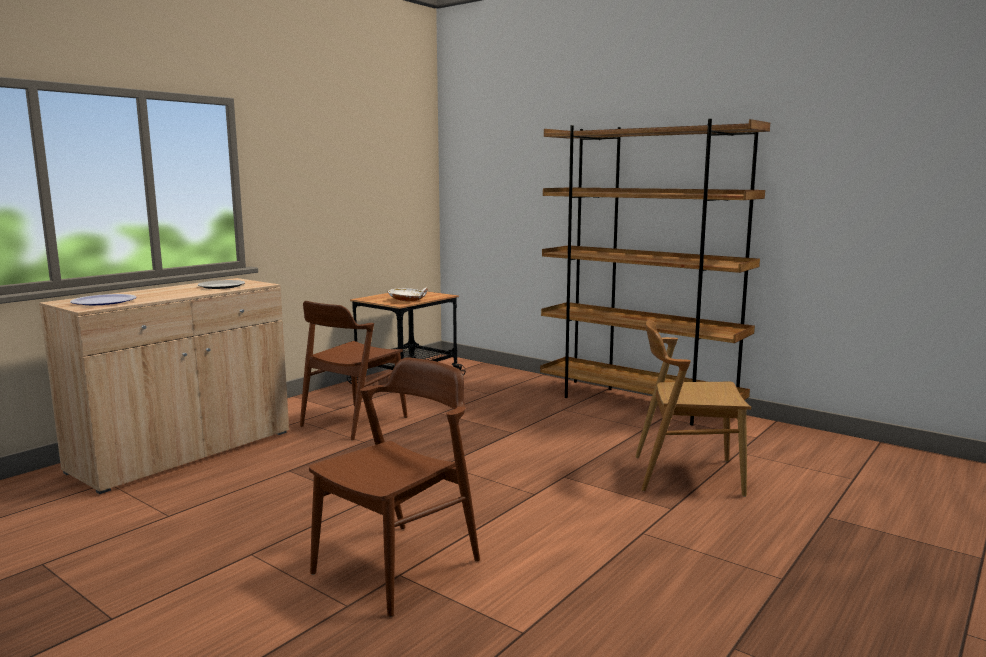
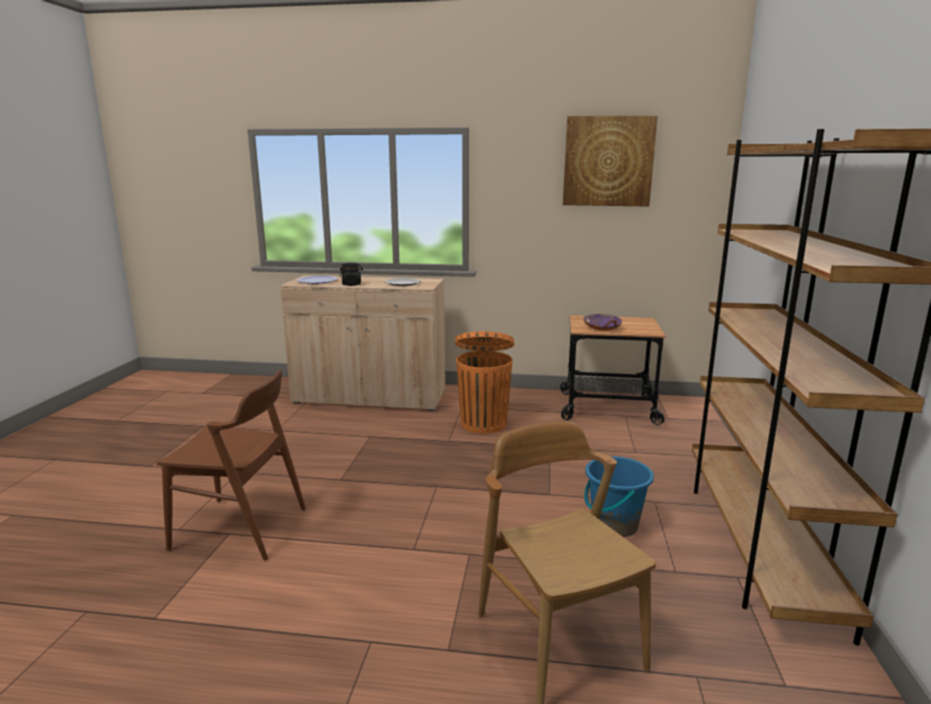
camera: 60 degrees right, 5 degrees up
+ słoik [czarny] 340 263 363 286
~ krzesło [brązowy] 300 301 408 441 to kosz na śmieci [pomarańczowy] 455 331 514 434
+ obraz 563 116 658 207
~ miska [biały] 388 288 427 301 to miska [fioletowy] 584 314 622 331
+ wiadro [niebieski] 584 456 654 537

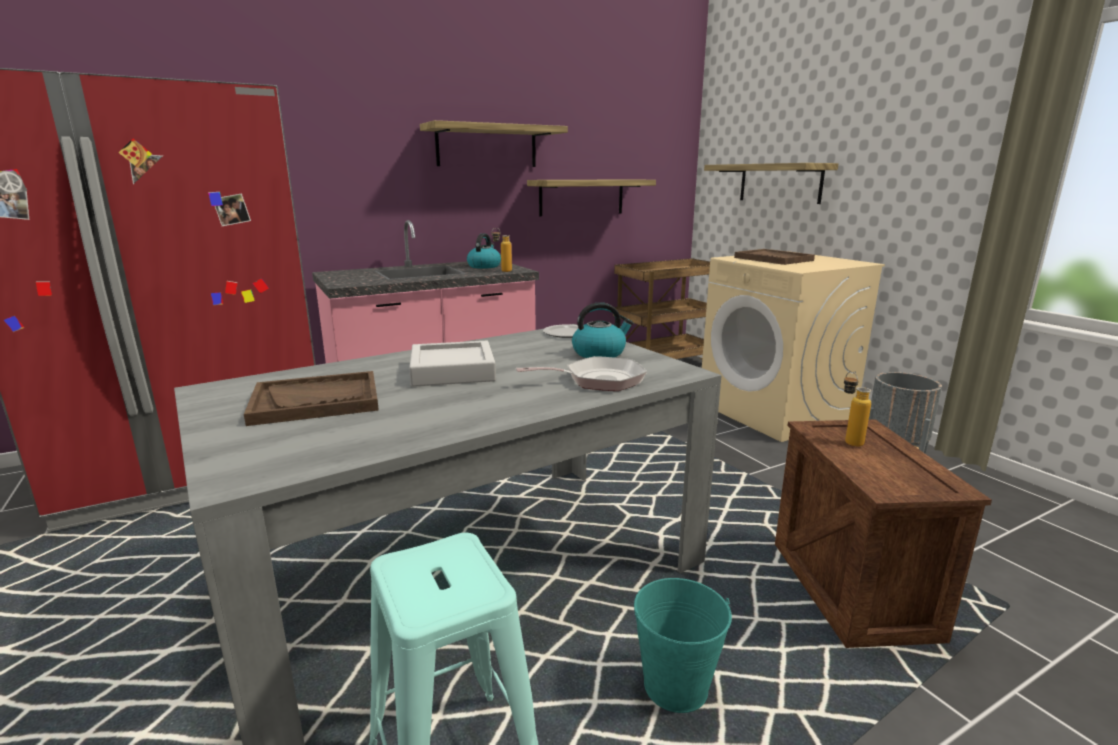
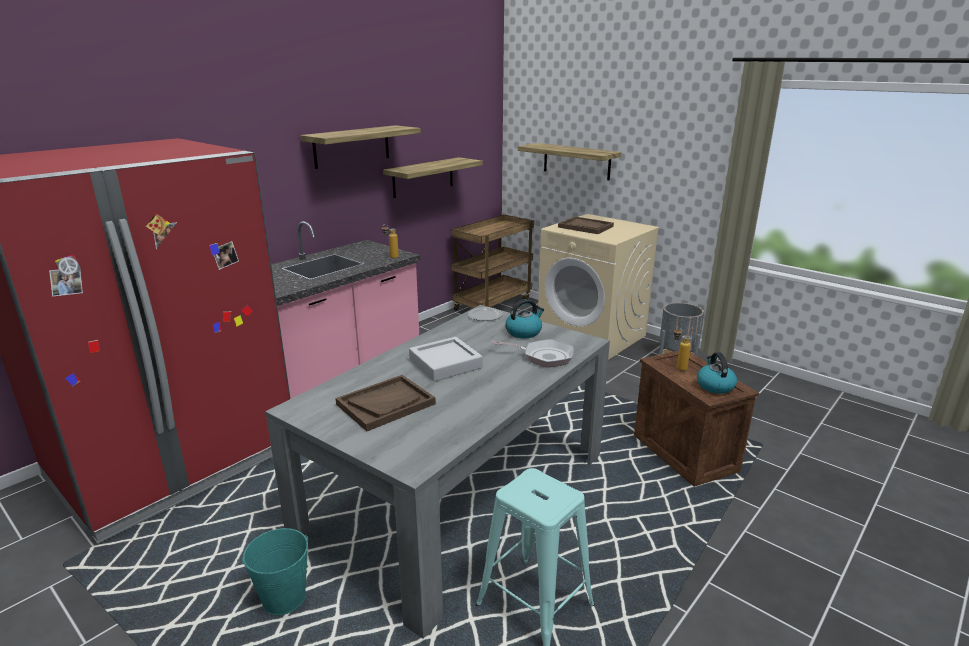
camera: 20 degrees left, 5 degrees up
~ wiadro [turkusowy] 634 578 732 713 to 242 528 308 615
~ patelnia 516 356 647 391 = 491 339 574 367 45 degrees clockwise
~ czajnik 467 233 501 269 to 697 352 737 394

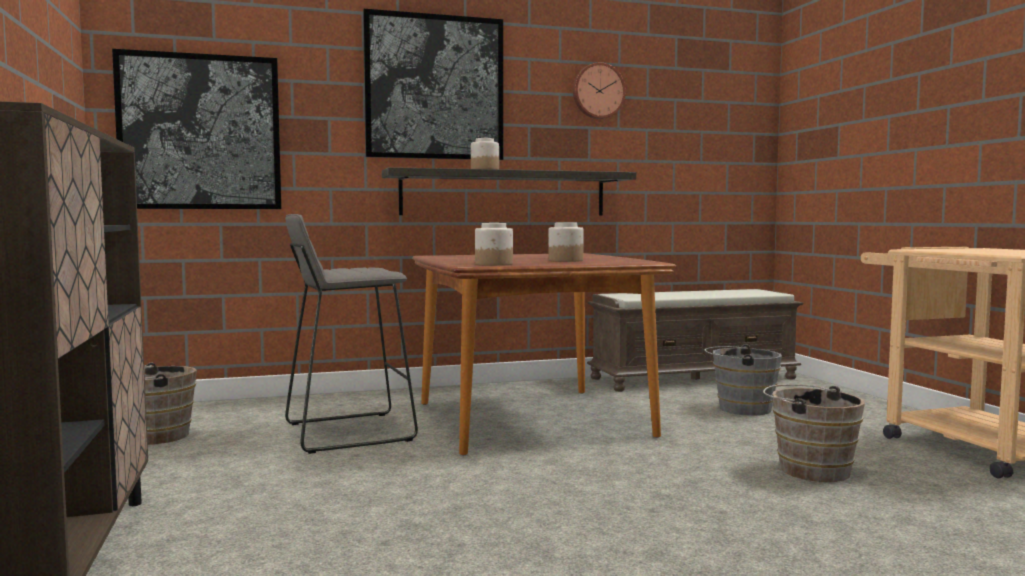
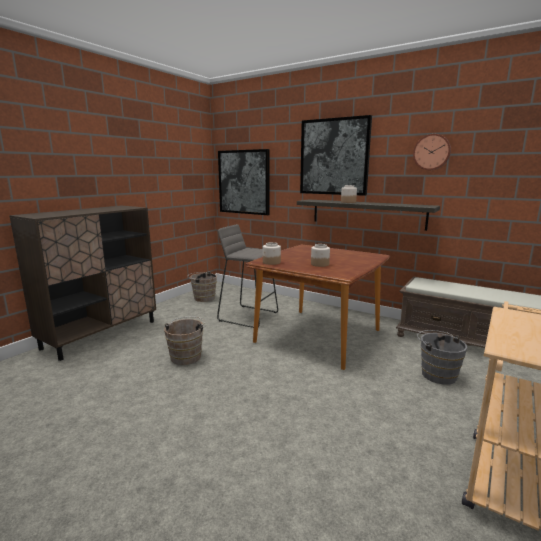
camera: 50 degrees right, 10 degrees up
~ wiadro [brązowy] 763 384 865 482 to 164 317 205 365

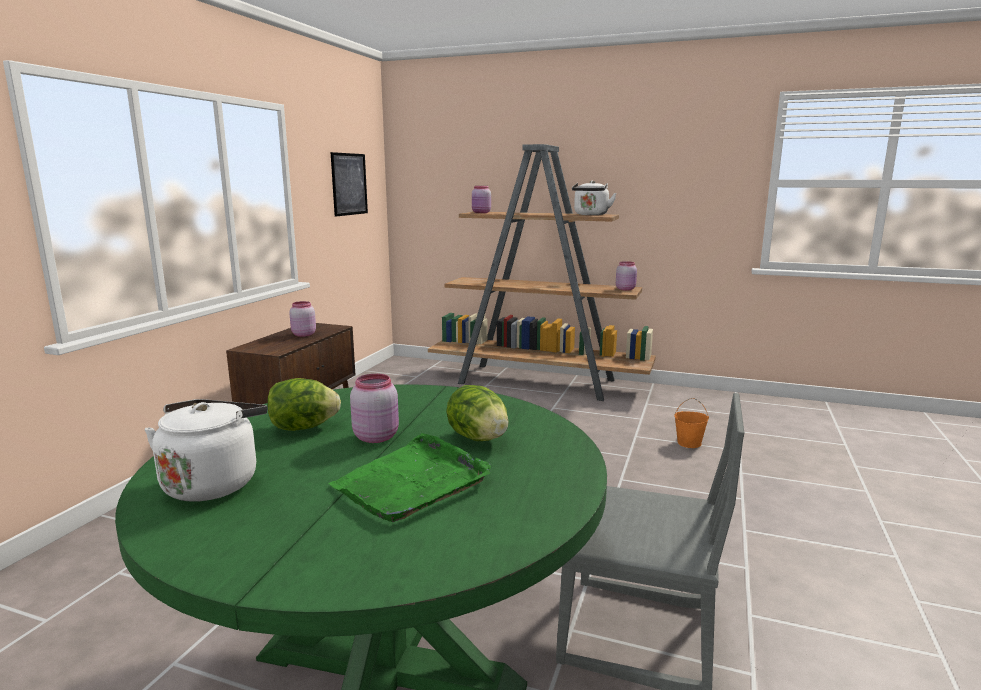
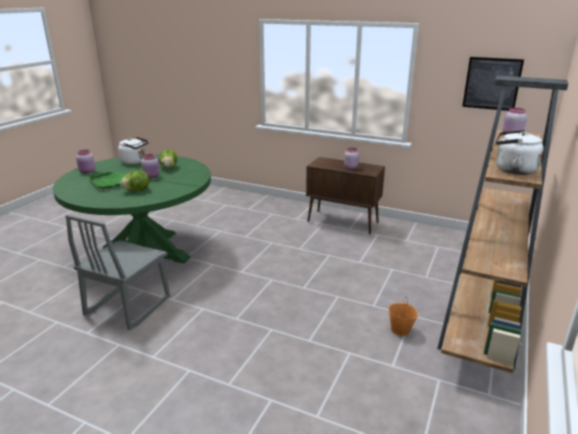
camera: 95 degrees right, 10 degrees up
~ słoik [różowy] 616 261 637 290 to 76 150 95 174
~ wiadro [pomarańczowy] 674 398 709 448 to 389 297 418 336

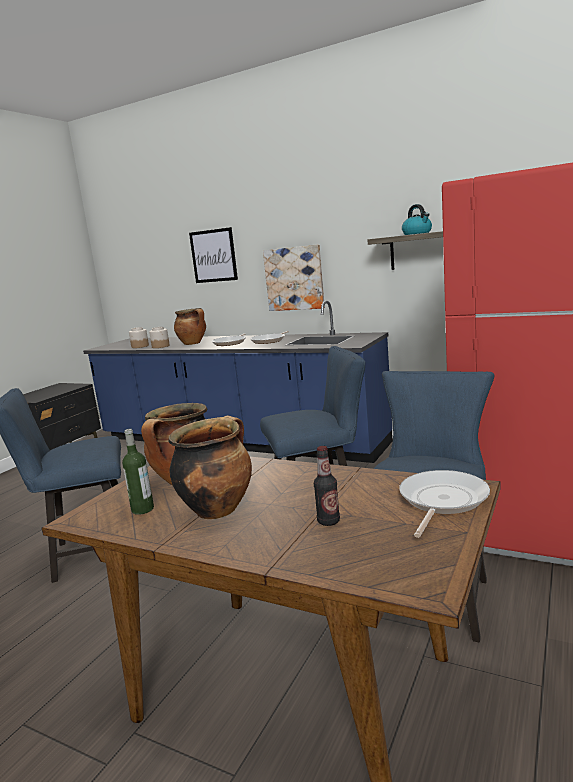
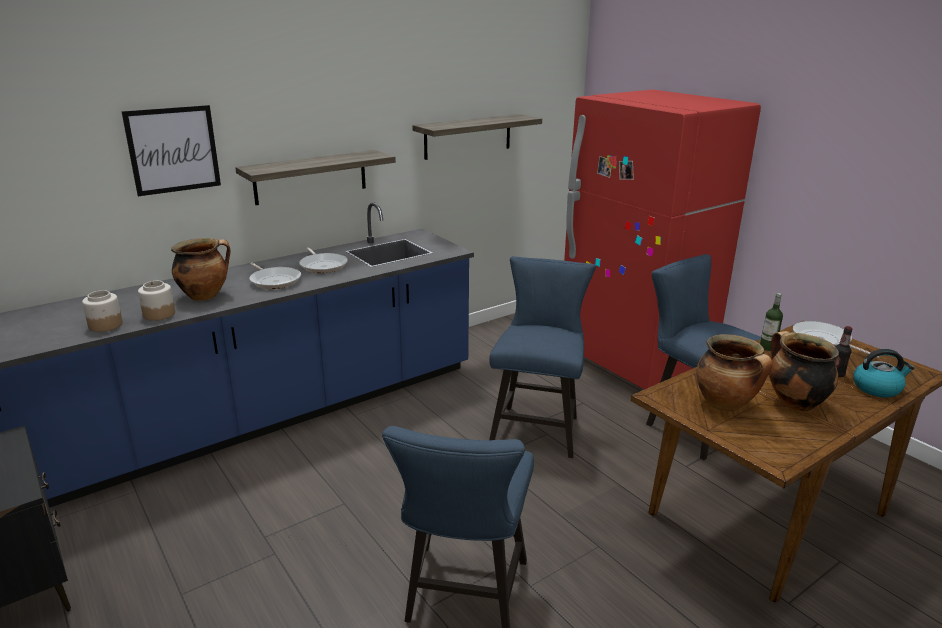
camera: 65 degrees left, 10 degrees up
~ obraz 263 244 325 311 to półka 235 150 396 205
~ butelka 122 429 154 515 to 760 293 783 351
~ czajnik 402 204 432 235 to 853 349 914 398

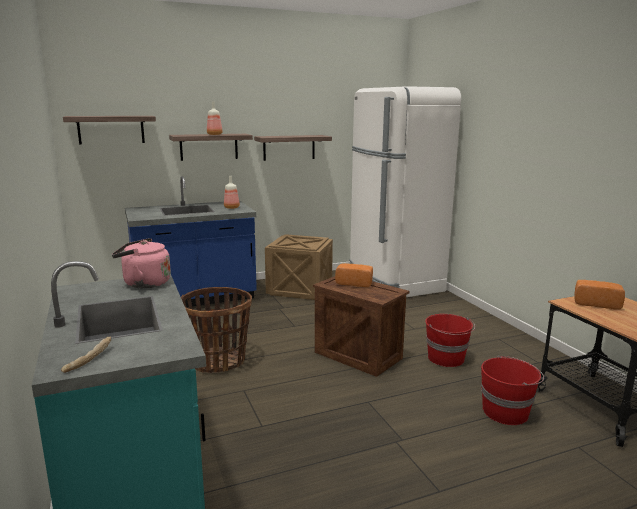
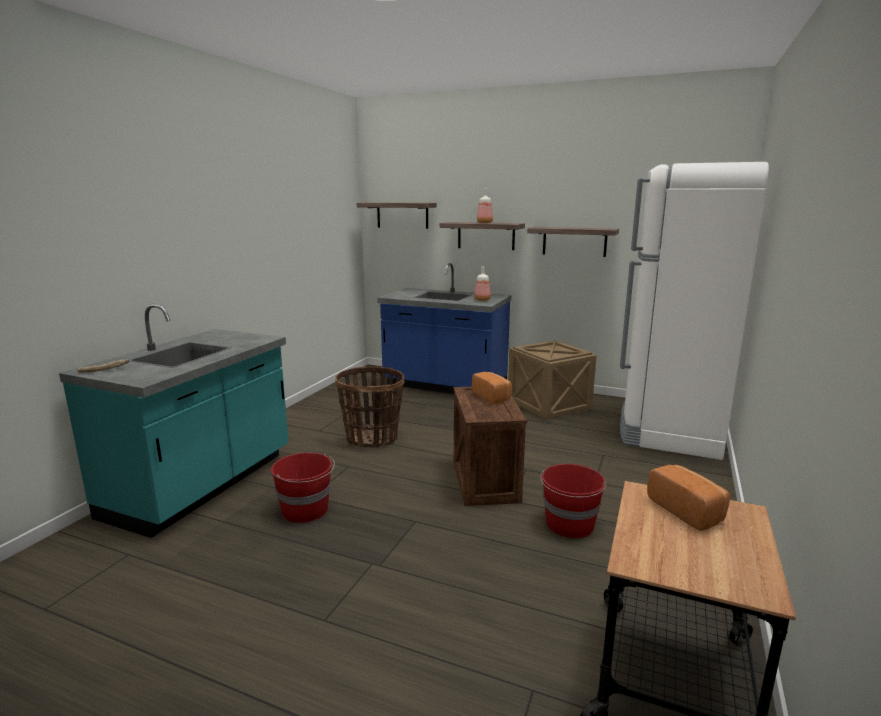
camera: 45 degrees right, 0 degrees up
~ wiadro [czerwony] 481 356 544 425 to 271 452 335 523
- czajnik [różowy] 112 238 171 288

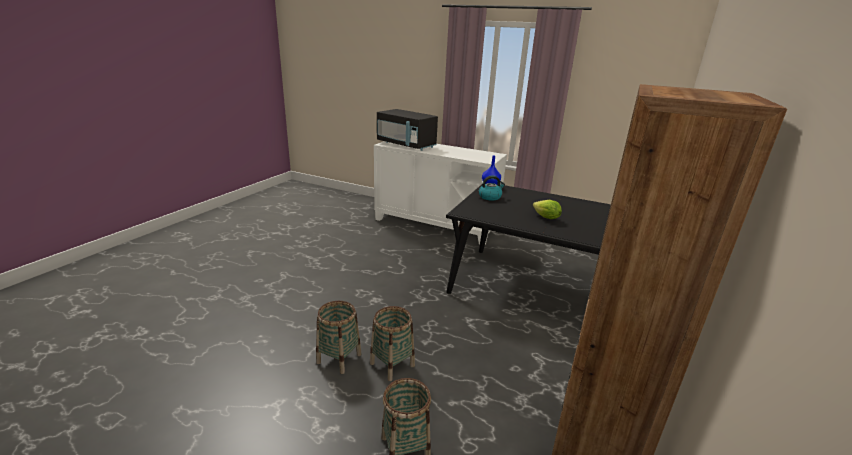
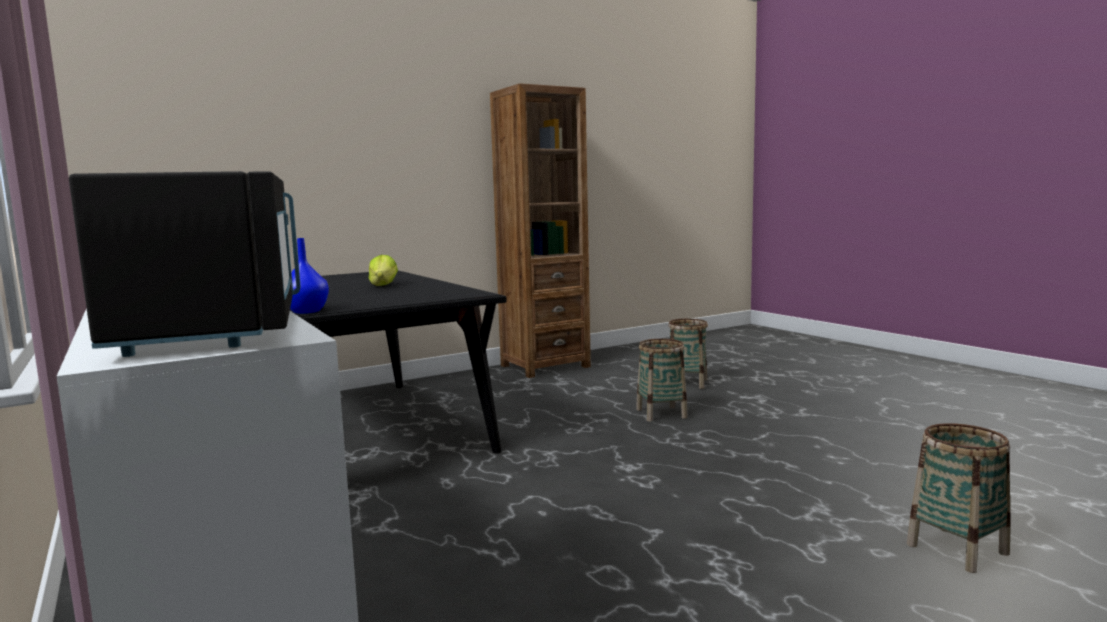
camera: 145 degrees left, 15 degrees down
~ koszyk 316 301 361 374 to 907 423 1011 573
- czajnik 479 176 505 201

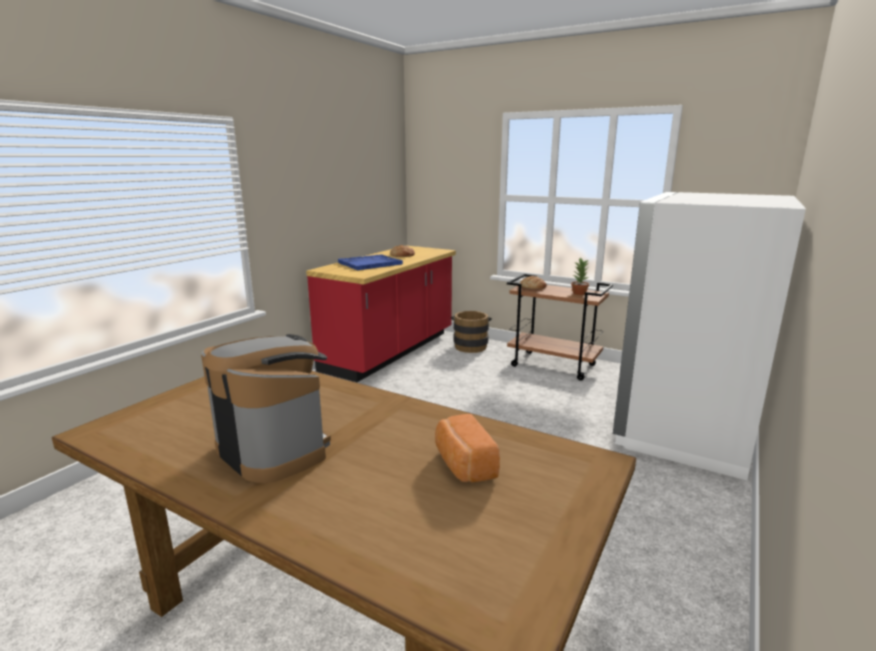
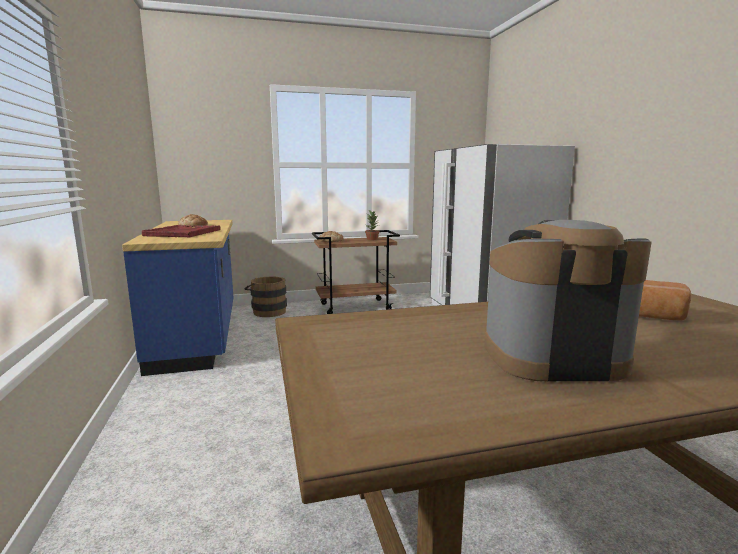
camera: 45 degrees left, 5 degrees down
~ zabudowa kuchenna [czerwony] 306 245 456 382 to zabudowa kuchenna [niebieski] 122 220 234 376
~ taca [niebieski] 338 255 403 270 to taca [czerwony] 142 225 220 237

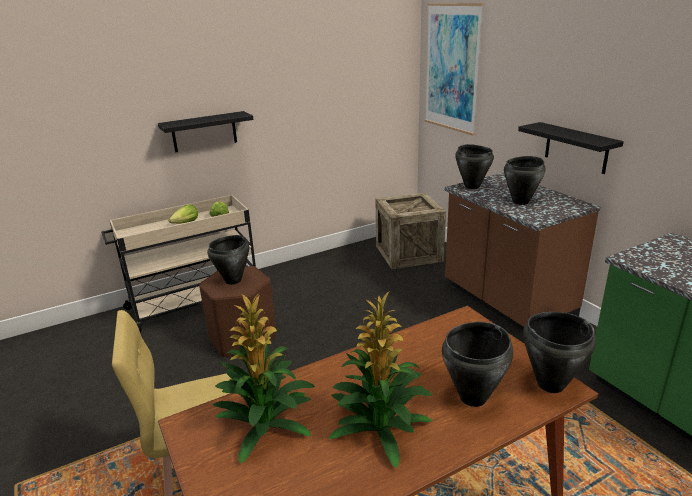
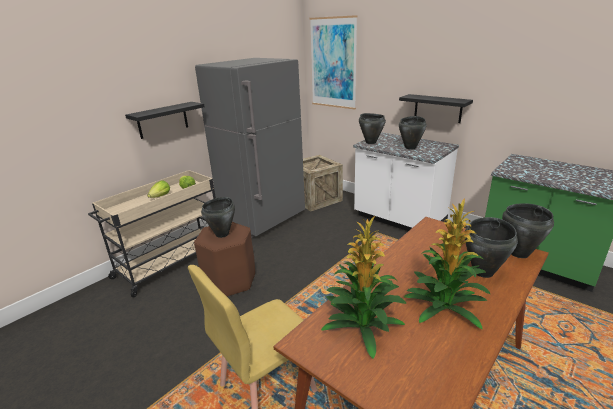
camera: 20 degrees left, 0 degrees up
+ lodówka [szary] 195 58 305 238
~ zabudowa kuchenna [brązowy] 445 173 600 330 to zabudowa kuchenna [biały] 353 132 459 231

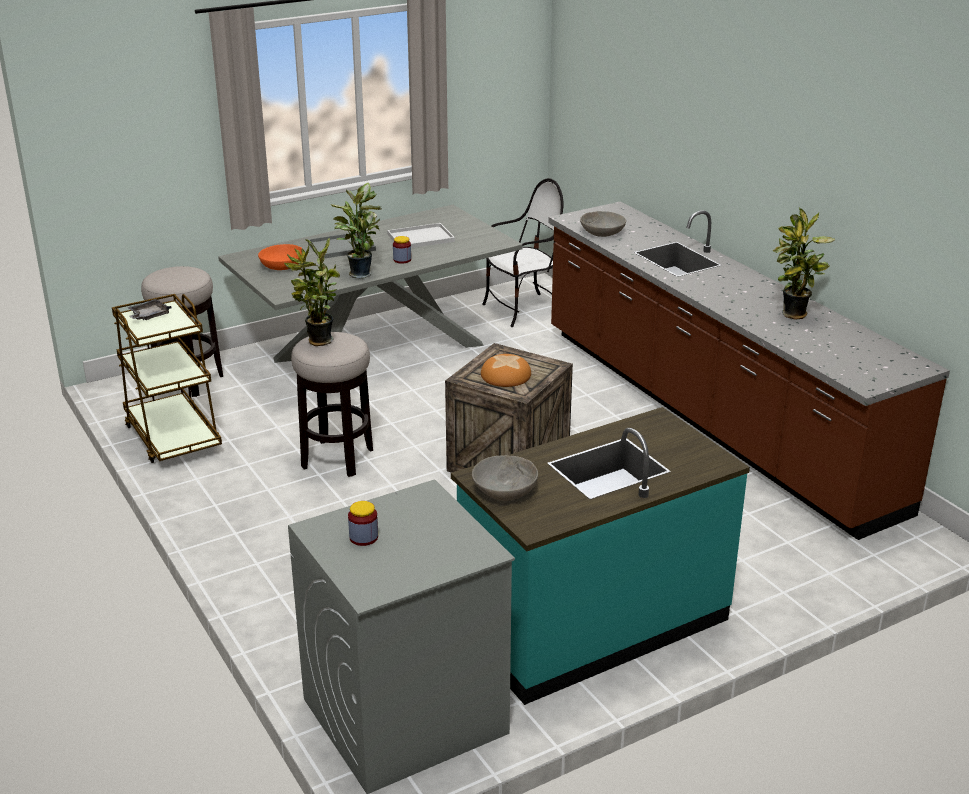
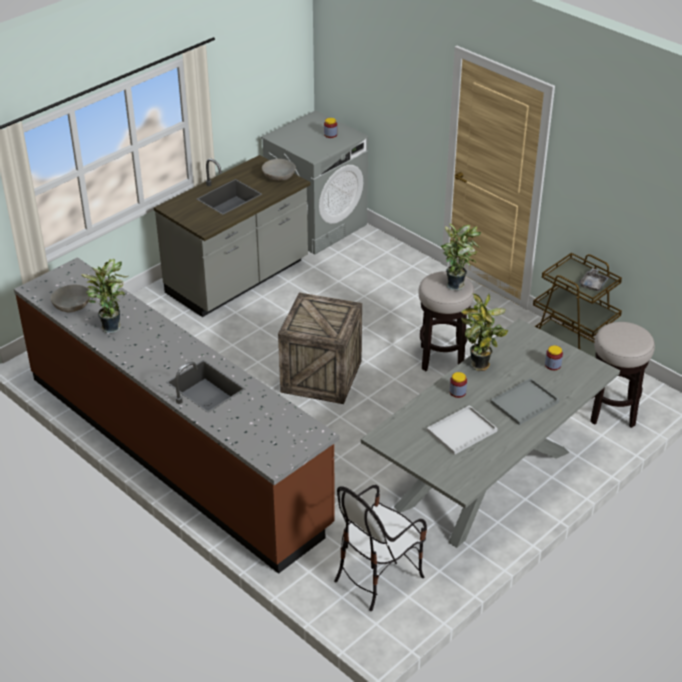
camera: 165 degrees right, 10 degrees up
~ miska [szary] 580 211 626 237 to 51 285 91 313
~ zabudowa kuchenna [turkusowy] 451 407 750 705 to zabudowa kuchenna [szary] 154 155 311 317
~ miska [pomarańczowy] 258 244 304 270 to słoik 545 345 563 370
- chleb 481 354 531 387

